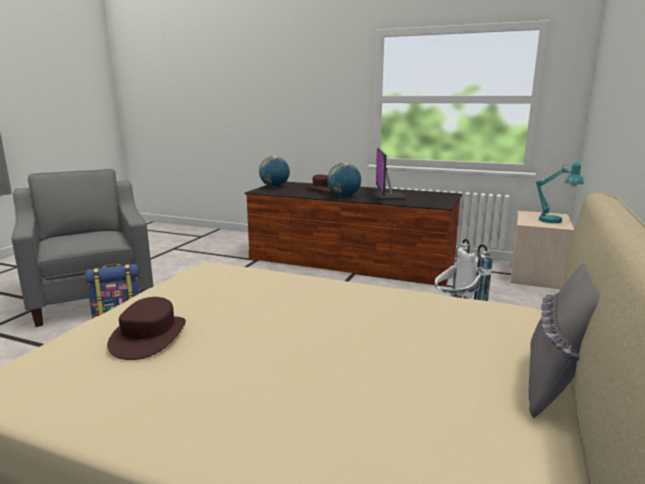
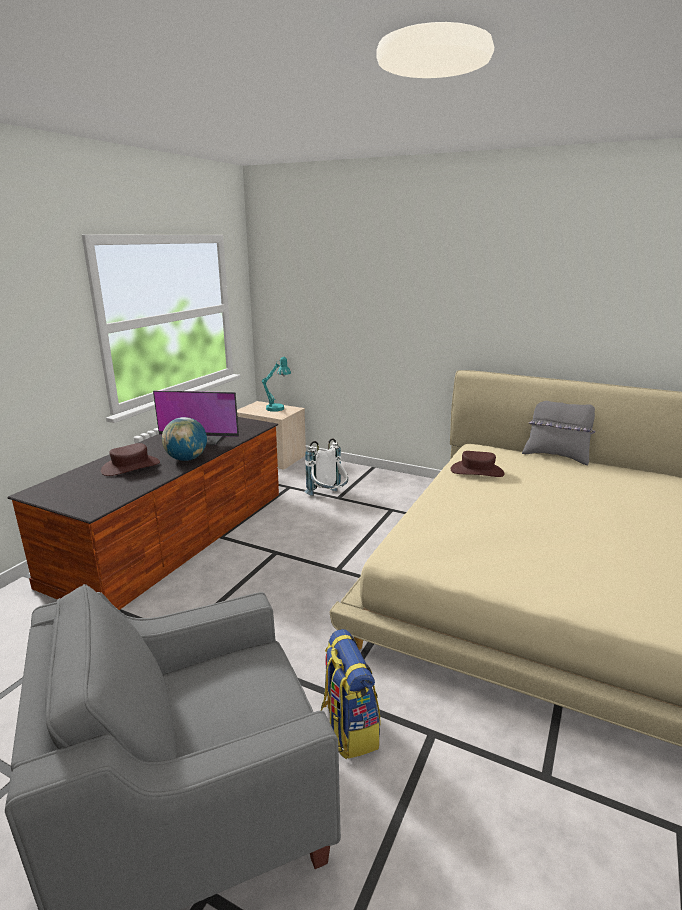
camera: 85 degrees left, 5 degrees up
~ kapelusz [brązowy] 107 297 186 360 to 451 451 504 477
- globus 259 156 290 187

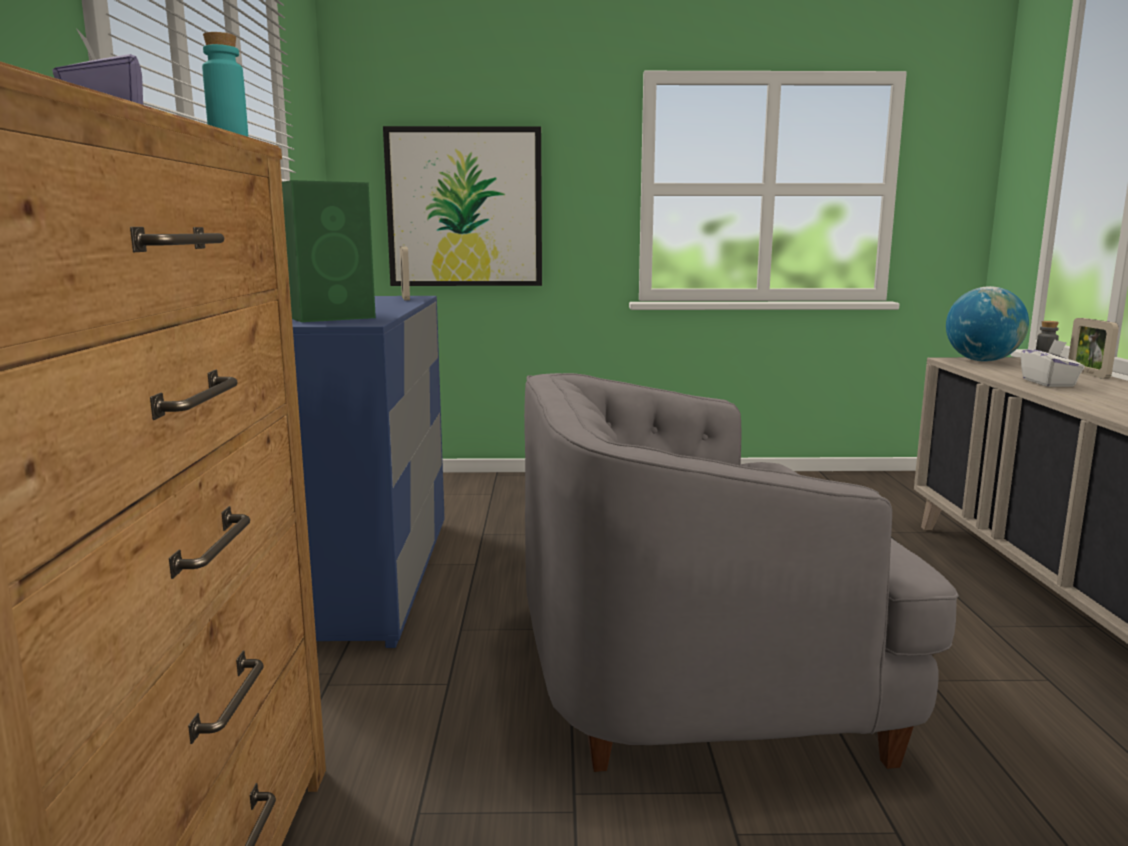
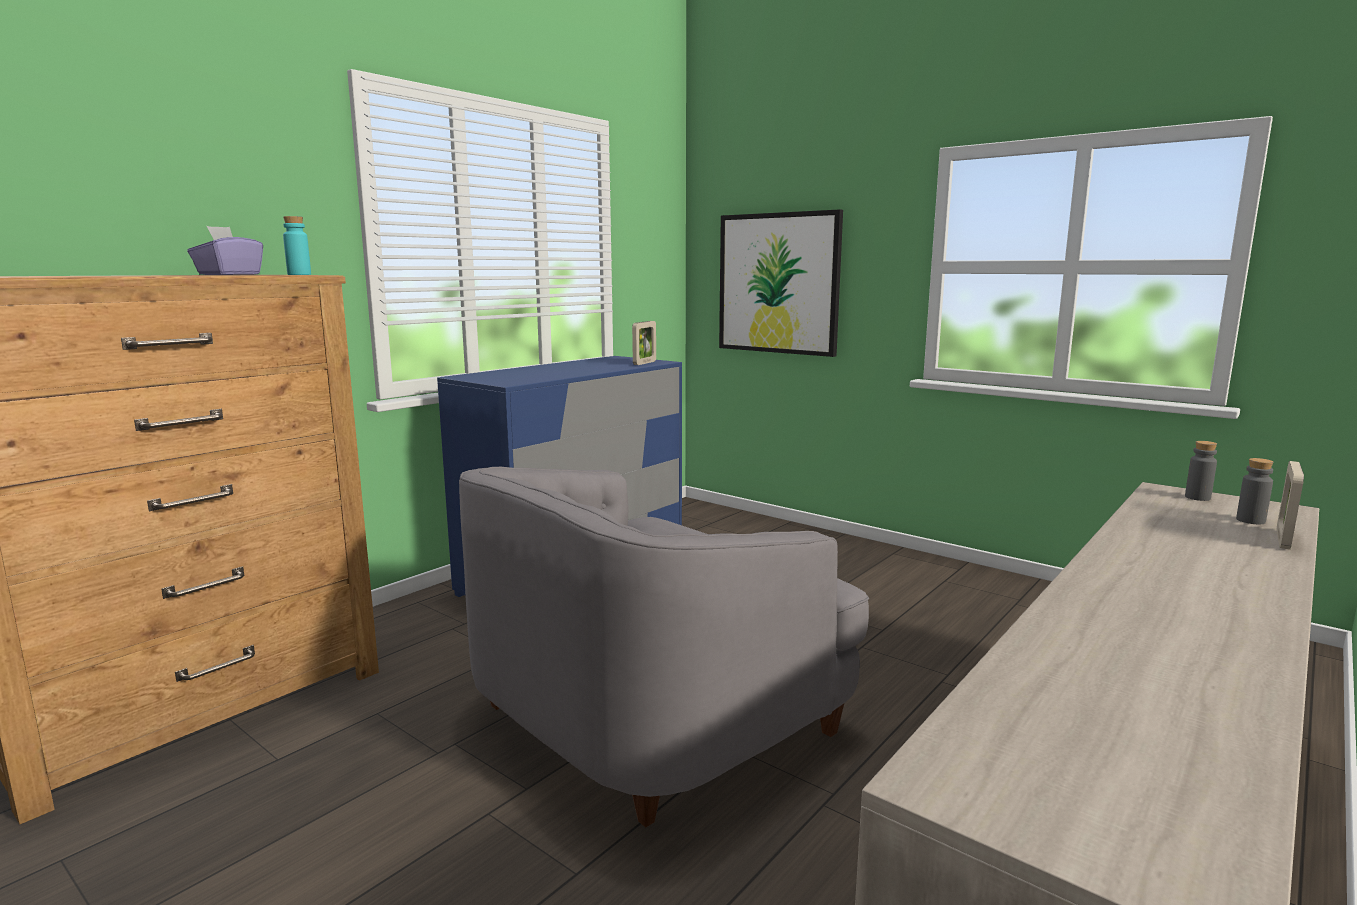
camera: 40 degrees right, 0 degrees up
~ fotel [szary] 524 373 959 772 = 459 467 869 828 75 degrees counterclockwise
~ globus 946 286 1029 362 to butelka [szary] 1185 441 1217 501
- głośnik [zielony] 282 180 376 322
- pudełko chusteczek [biały] 1021 339 1084 387

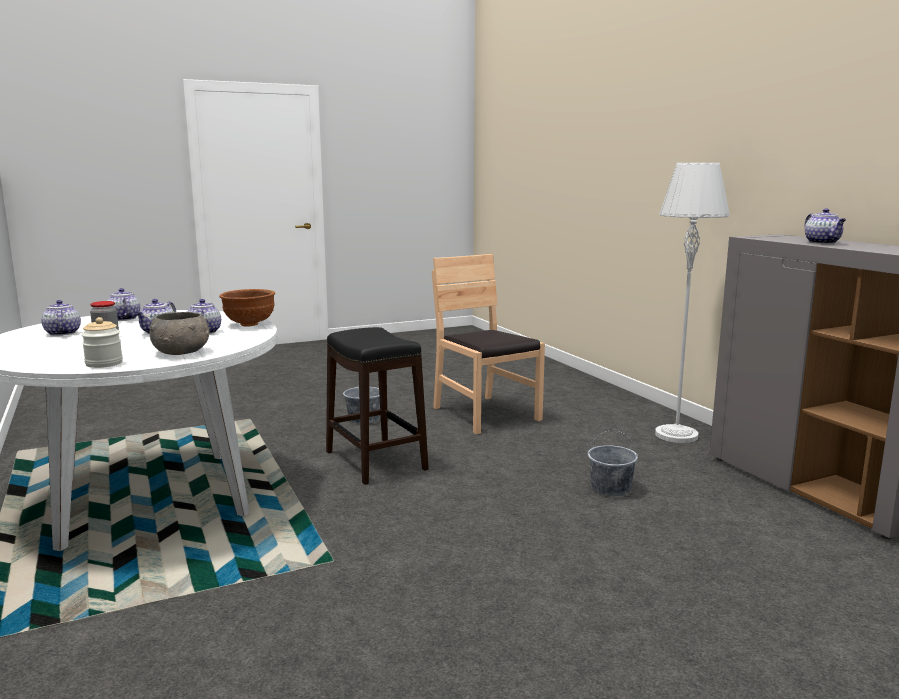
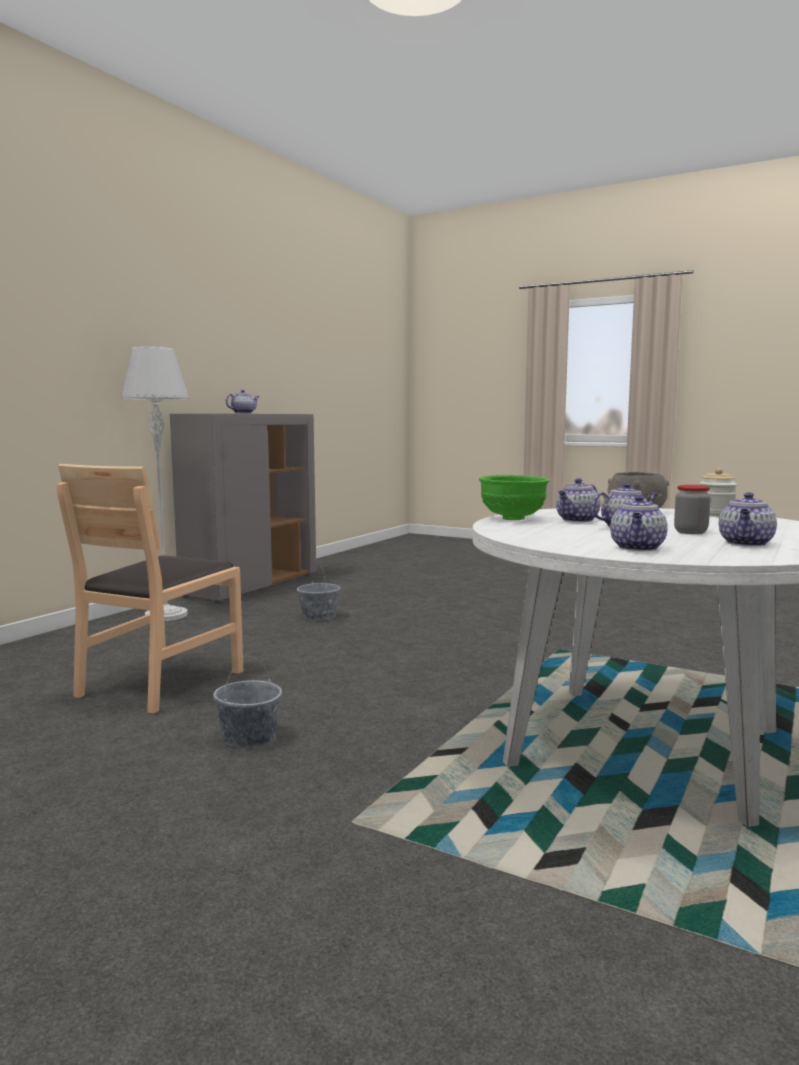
camera: 125 degrees left, 5 degrees down
~ miska [brązowy] 219 289 275 326 to miska [zielony] 479 475 549 520
- stołek [czarny] 326 327 429 485

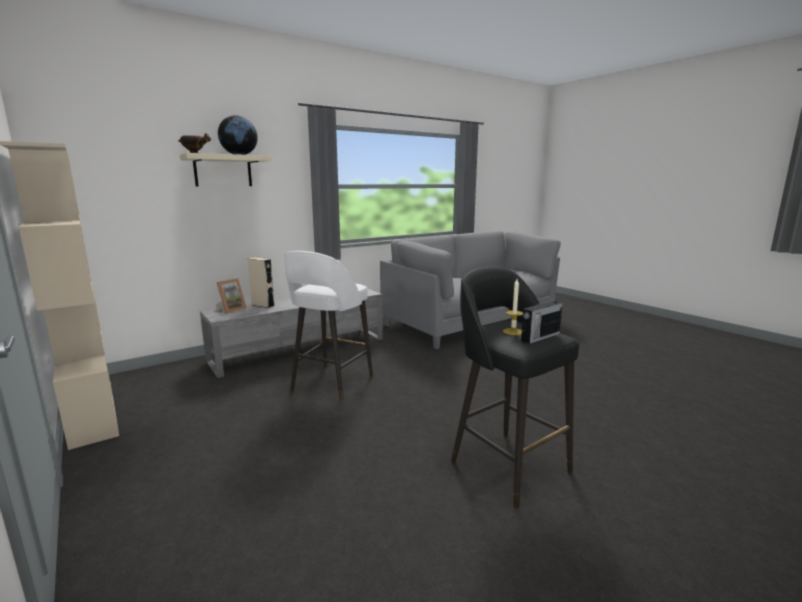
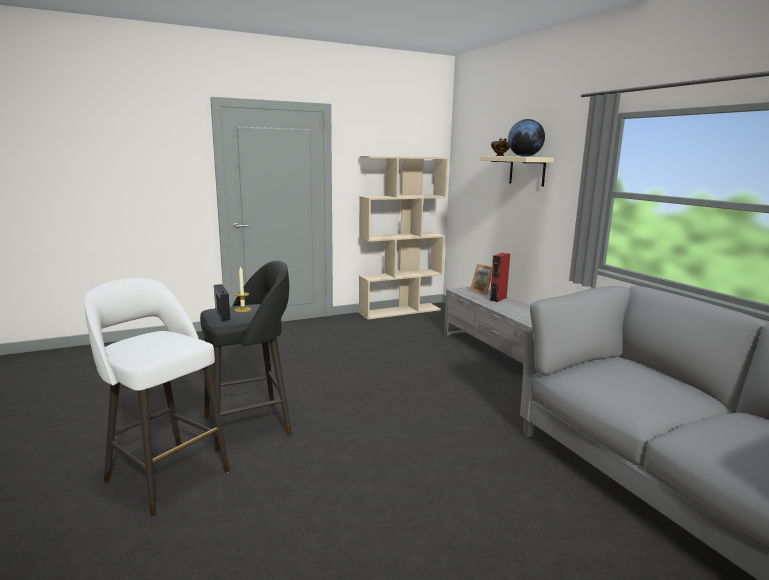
camera: 100 degrees right, 0 degrees up
~ stołek [biały] 284 251 373 401 to 84 278 230 517
~ głośnik [beżowy] 248 257 274 308 to głośnik [czerwony] 489 253 510 302

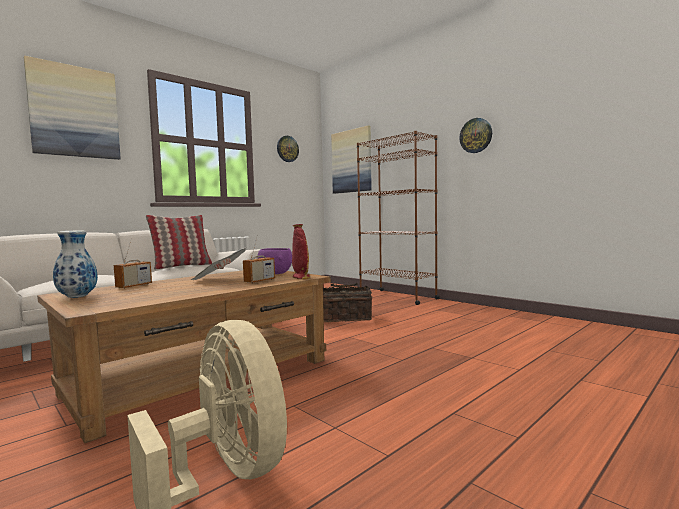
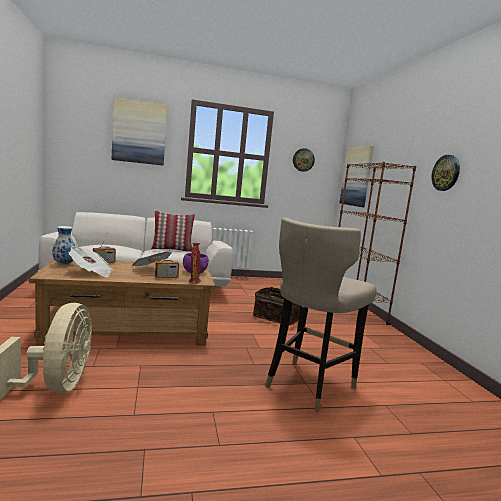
camera: 30 degrees right, 5 degrees up
+ gazeta 69 246 113 277
+ stołek [beżowy] 265 218 376 412

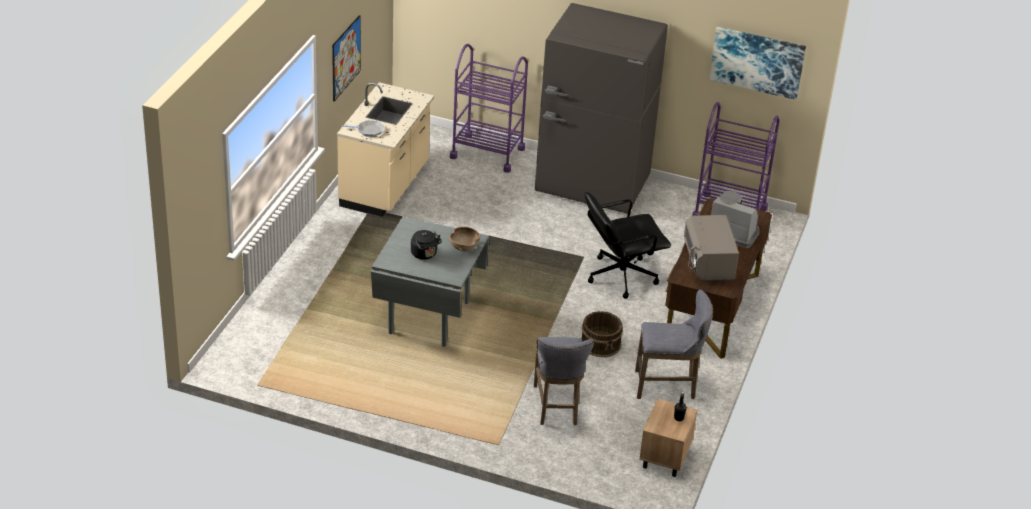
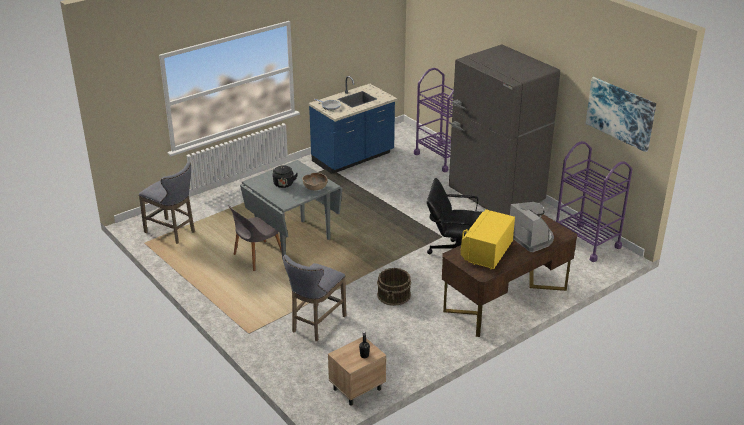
camera: 35 degrees right, 5 degrees down
~ stołek [szary] 635 290 713 399 to 139 162 195 244
+ krzesło [szary] 228 205 282 271
~ zabudowa kuchenna [beżowy] 337 82 434 217 to zabudowa kuchenna [niebieski] 309 76 397 174
~ mikrofalówka [szary] 684 215 739 282 to mikrofalówka [żółty] 461 209 515 269
- obraz 332 15 361 102

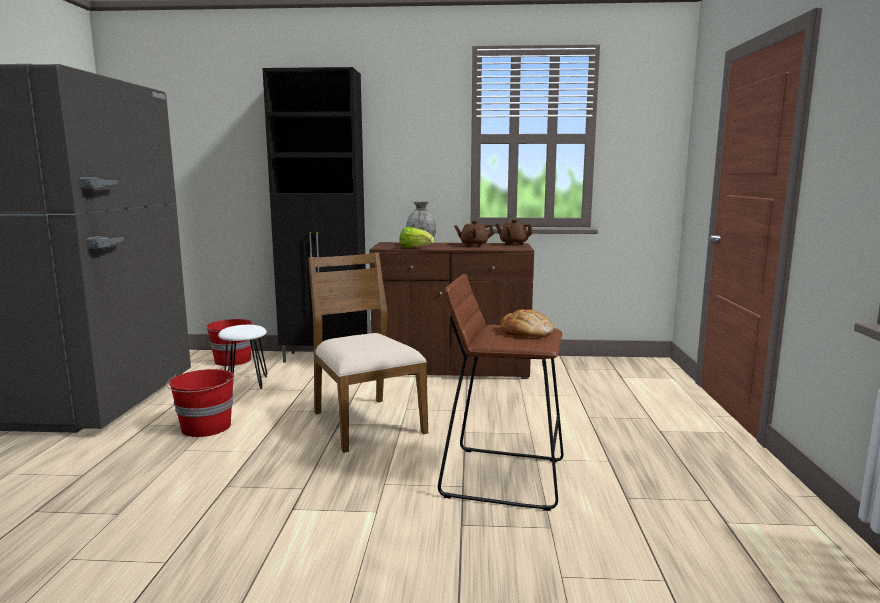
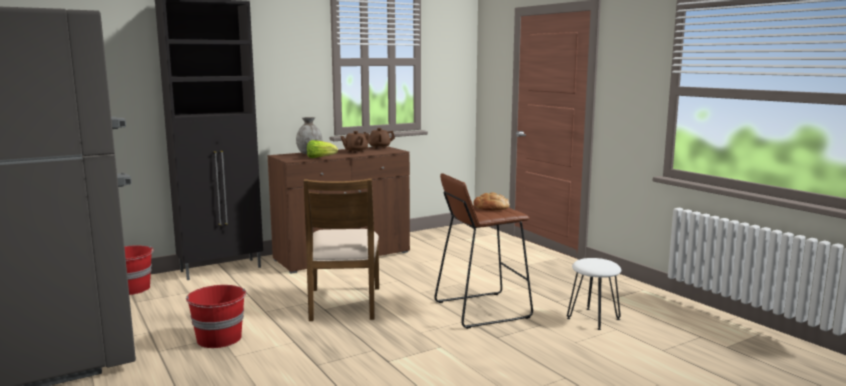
camera: 35 degrees left, 0 degrees up
~ krzesło [brązowy] 308 252 428 453 = 304 178 379 321 120 degrees counterclockwise
~ stołek [biały] 218 325 267 389 to 567 258 621 330

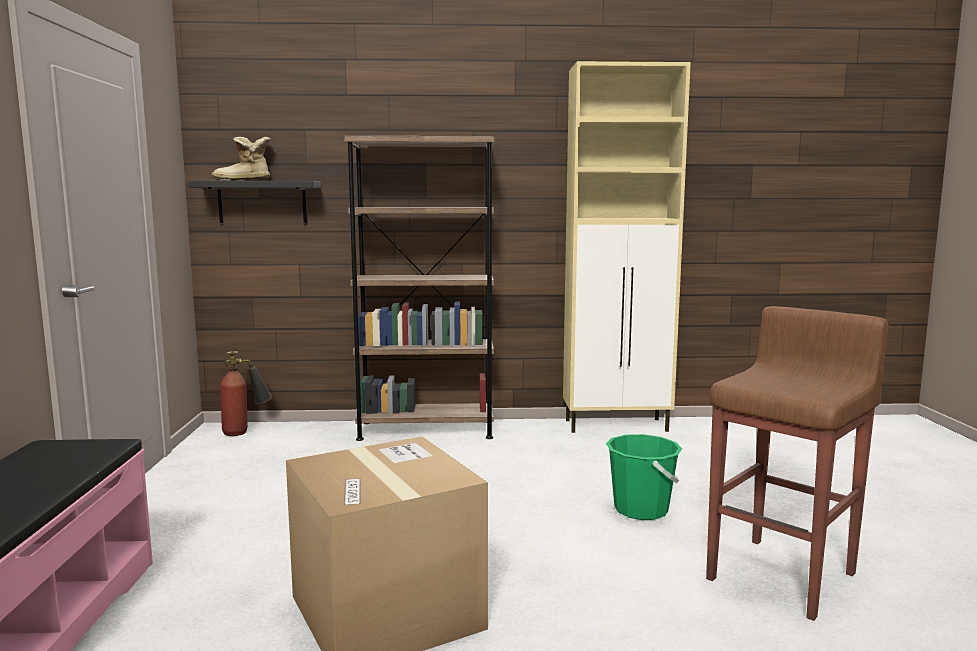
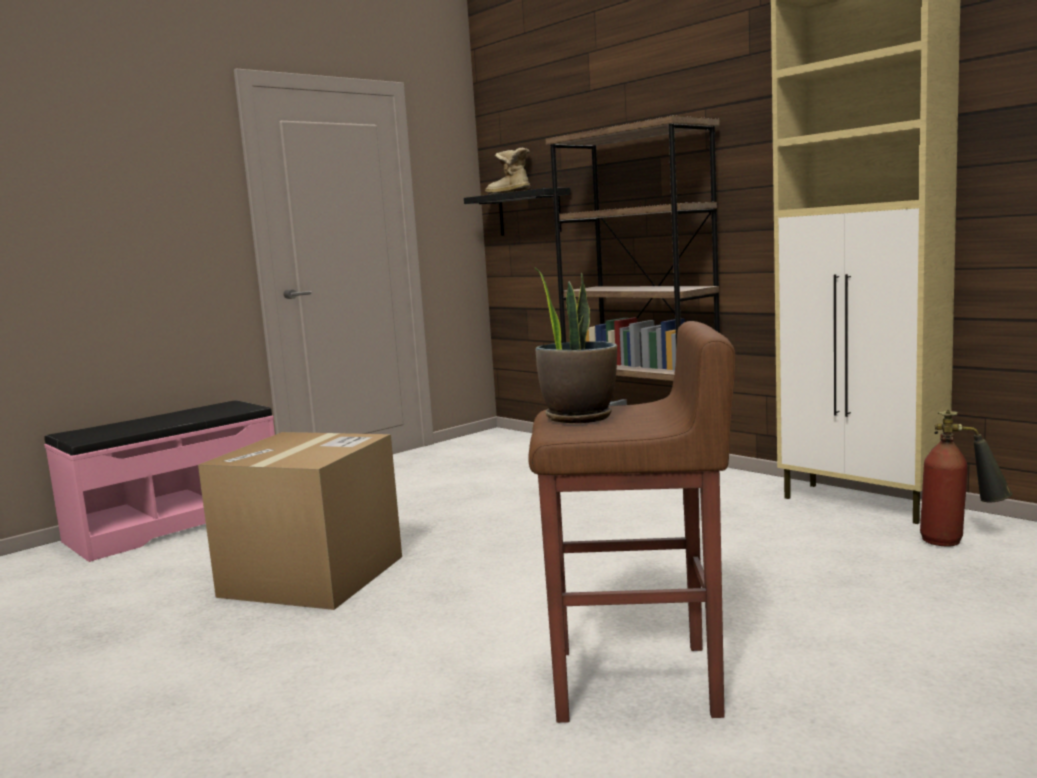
camera: 50 degrees right, 0 degrees up
+ roślina doniczkowa 534 267 617 423
~ gaśnica 221 351 273 436 to 920 410 1013 547
- wiadro [zielony] 606 434 682 520

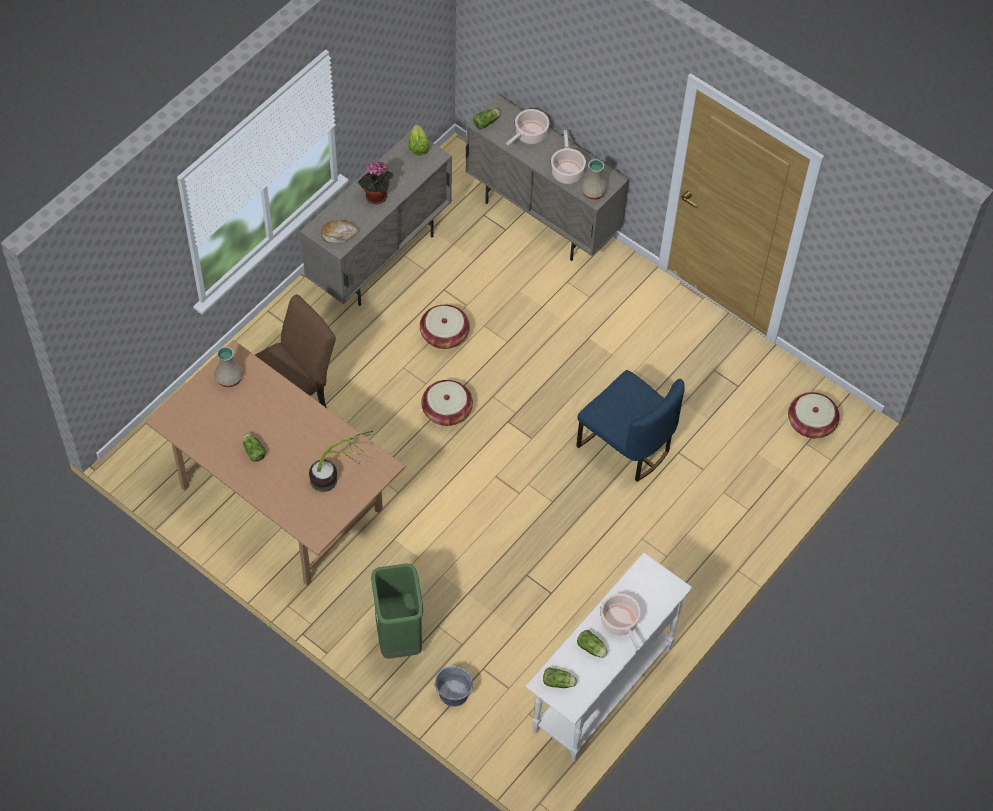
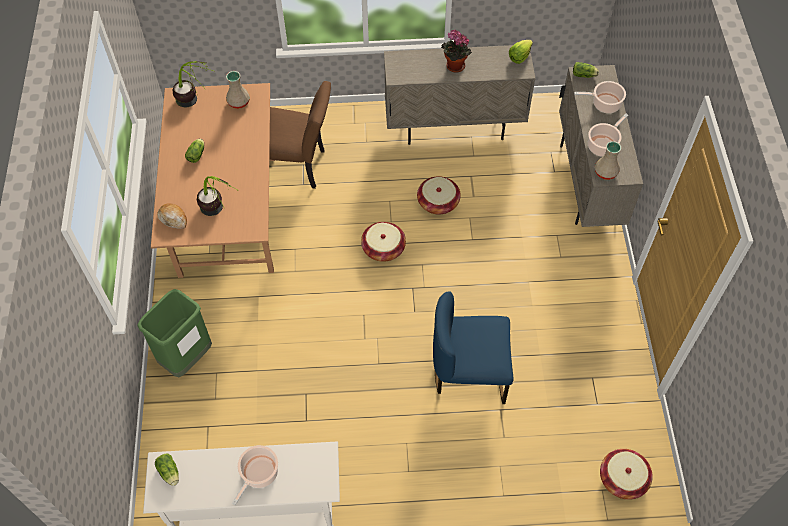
camera: 50 degrees right, 0 degrees up
~ chleb 321 220 358 243 to 157 203 187 229
+ roślina doniczkowa 173 61 215 107
~ krzesło [niebieski] 576 370 685 482 = 433 291 513 404 90 degrees clockwise
- wiadro [szary] 435 665 473 707
- sałata 577 630 608 658

